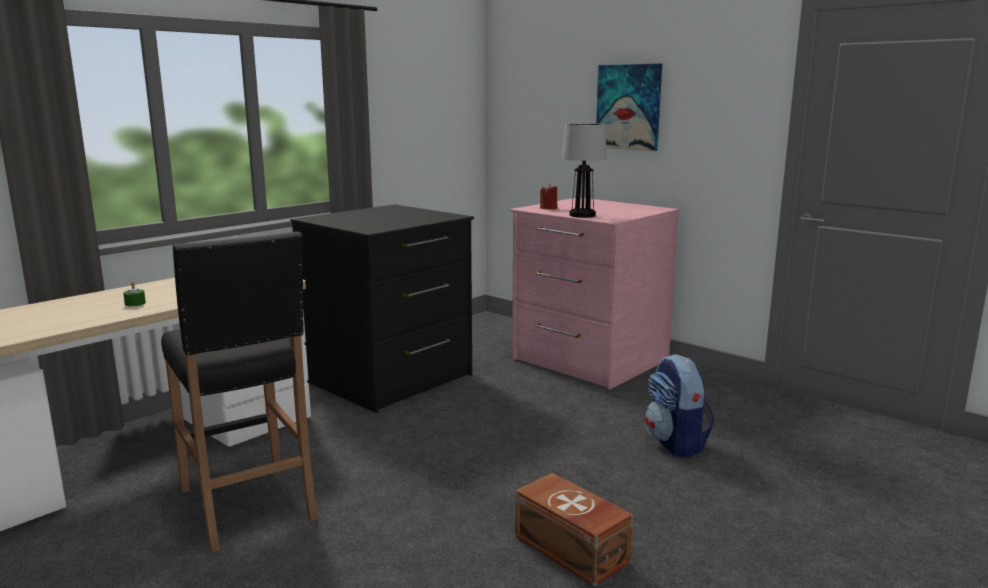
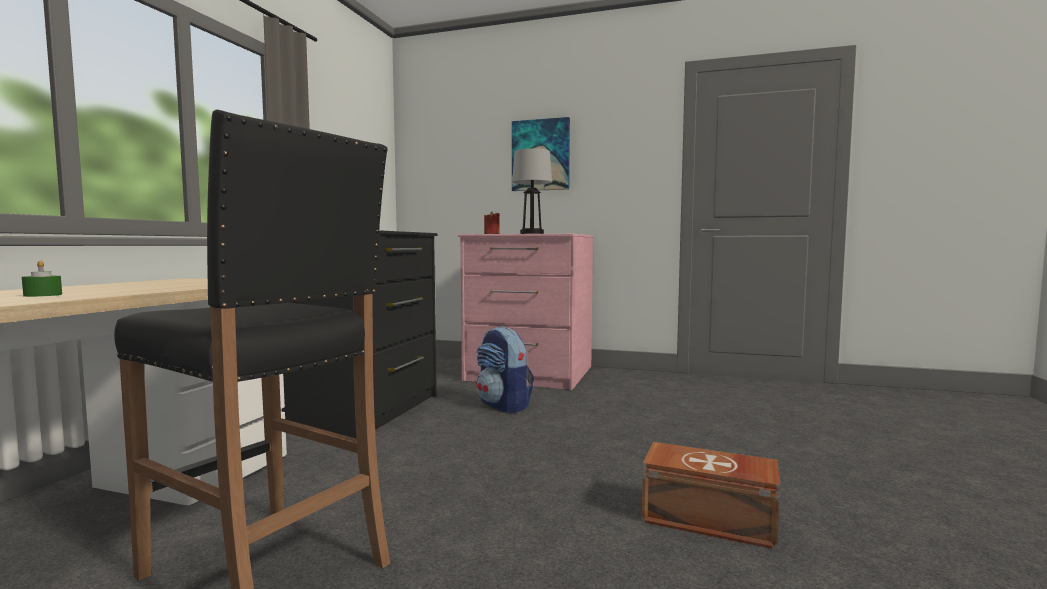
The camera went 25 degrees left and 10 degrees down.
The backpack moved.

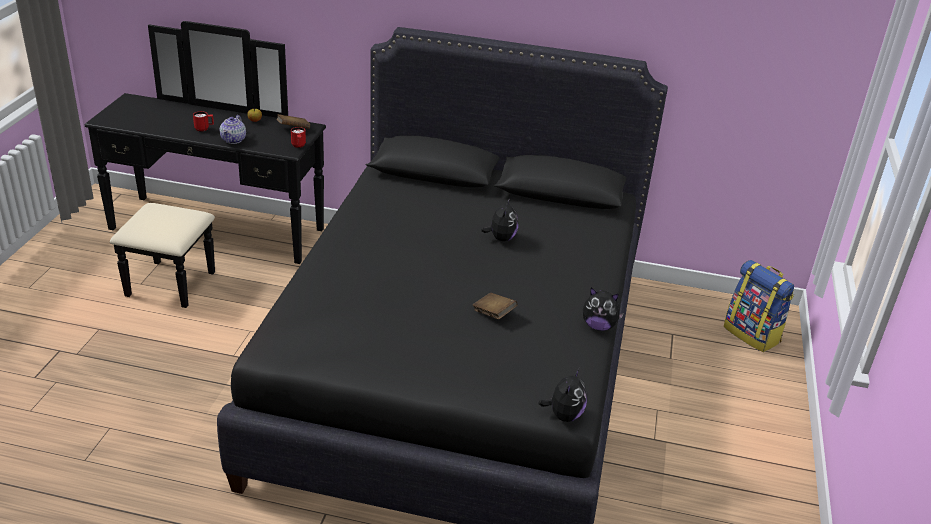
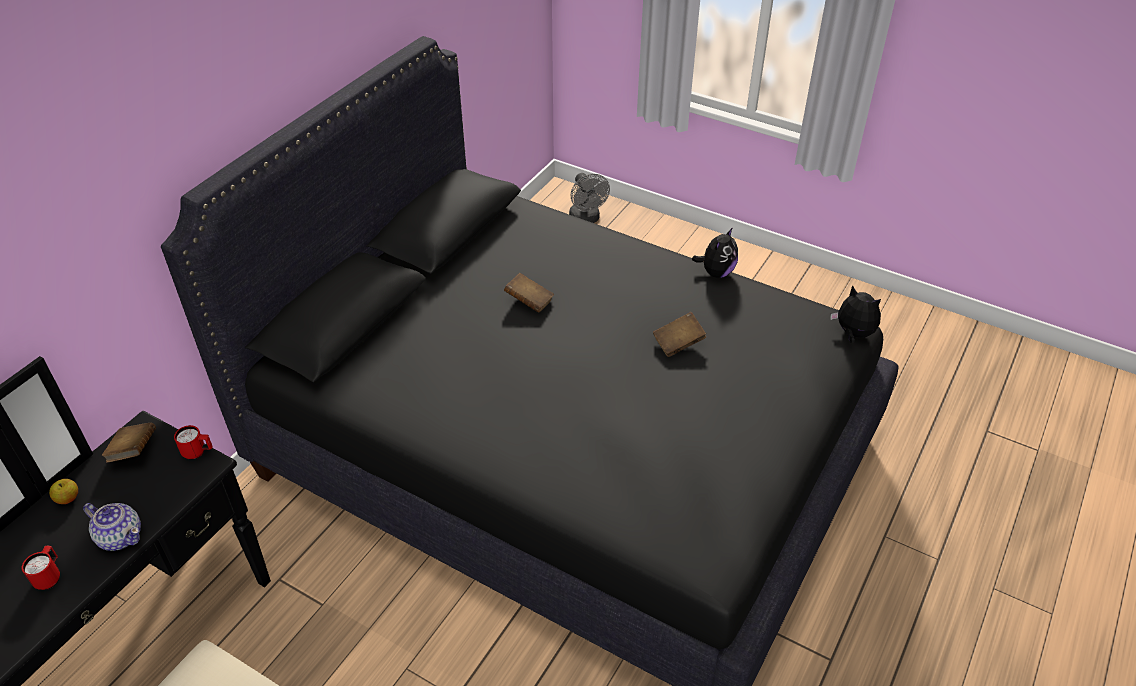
The camera went 70 degrees left and 10 degrees up.
The soft toy (1st from left) was replaced by the bound book (brownish) (2nd from left).
The backpack was replaced by the fan (greyish).

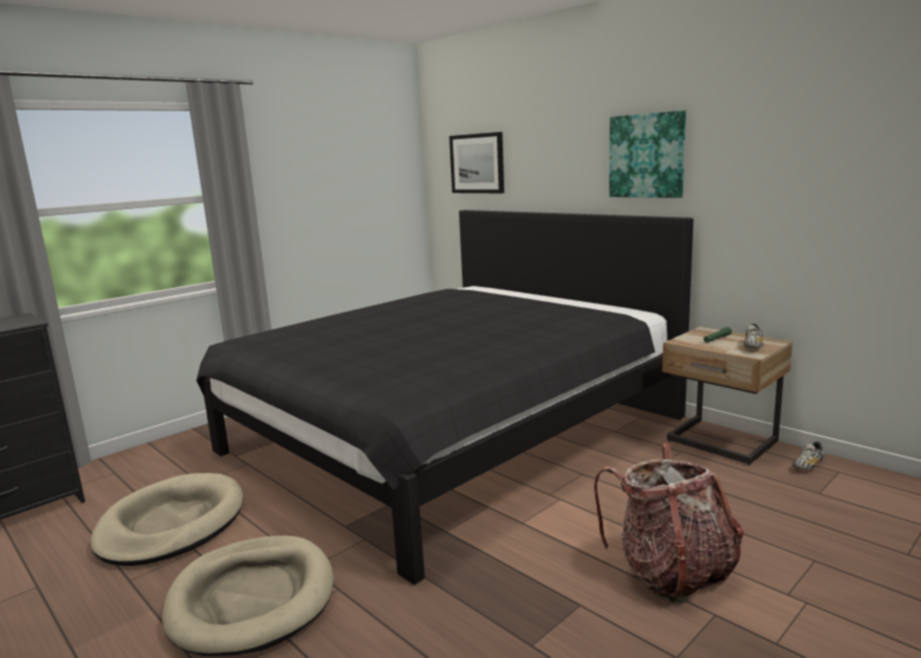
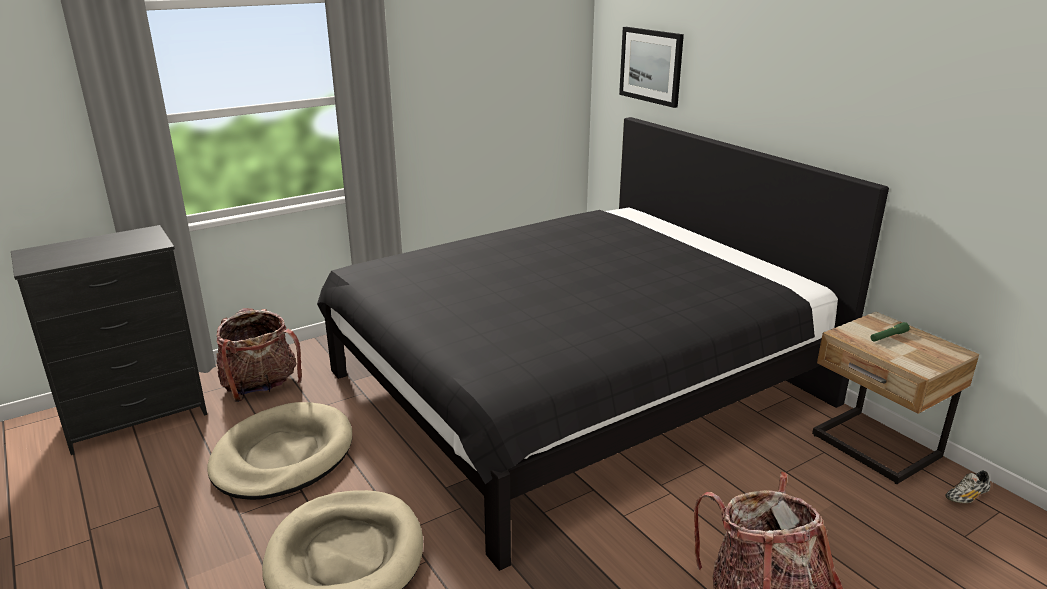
The camera went 10 degrees right and 10 degrees up.
The picture (2nd from left) disappeared.
The item of footwear (1st from left) disappeared.
The backpack (1st from left) appeared.

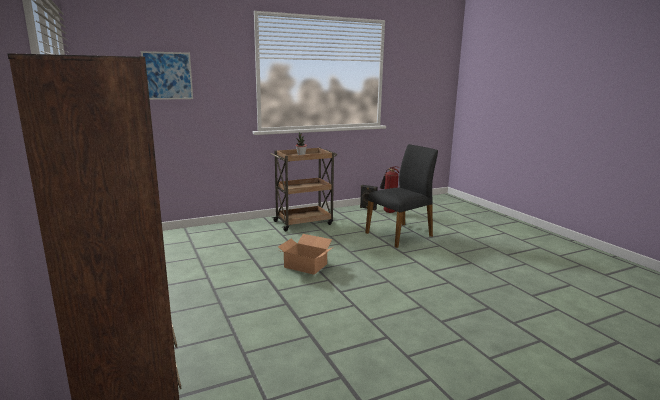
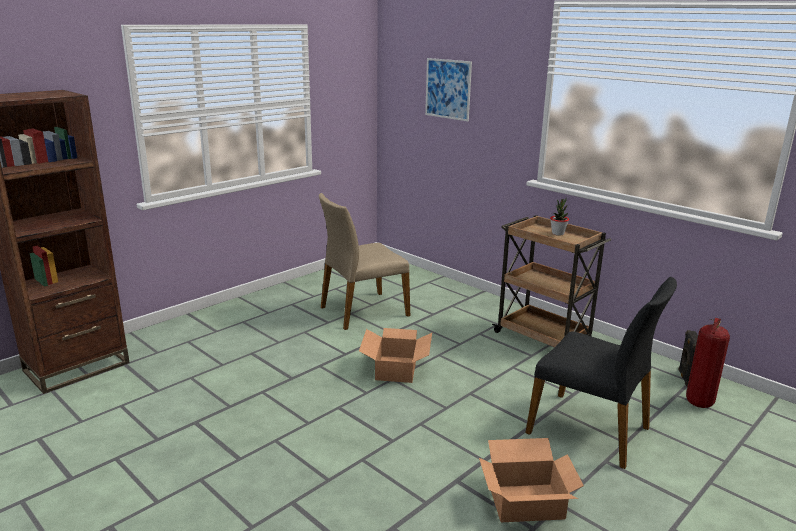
The camera went 70 degrees right and 5 degrees up.
The plain chair (sand-coloured) appeared.
The carton (2nd from left) appeared.

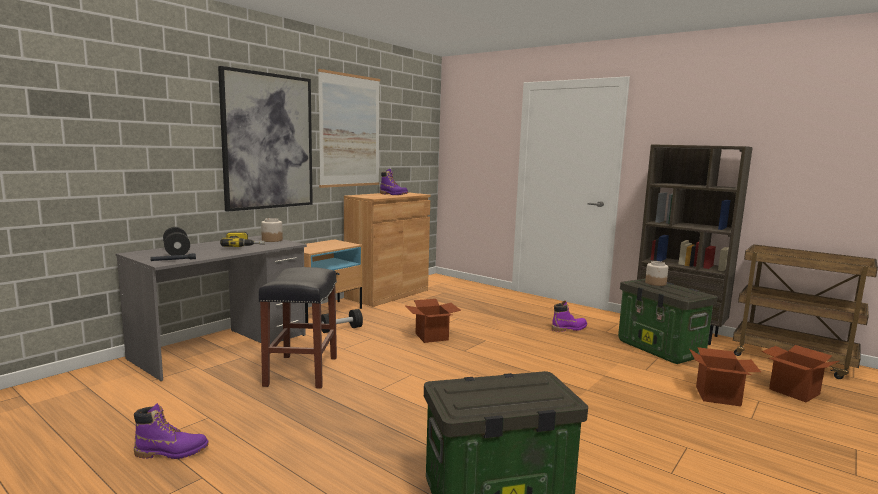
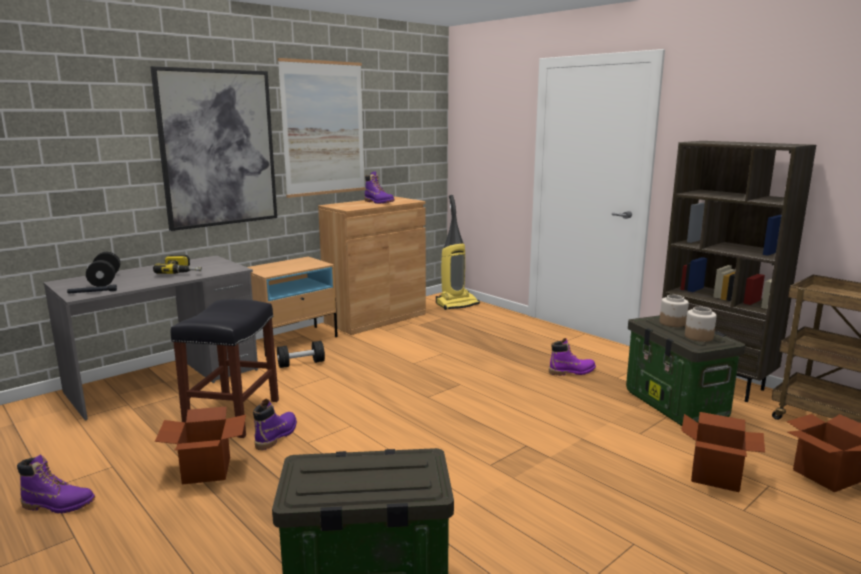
The camera went 10 degrees right and 5 degrees up.
The preserve jar (1st from left in the first image) moved.
The carton (1st from left) moved.
The vacuum cleaner appeared.
The boot (purple) (2nd from left) appeared.

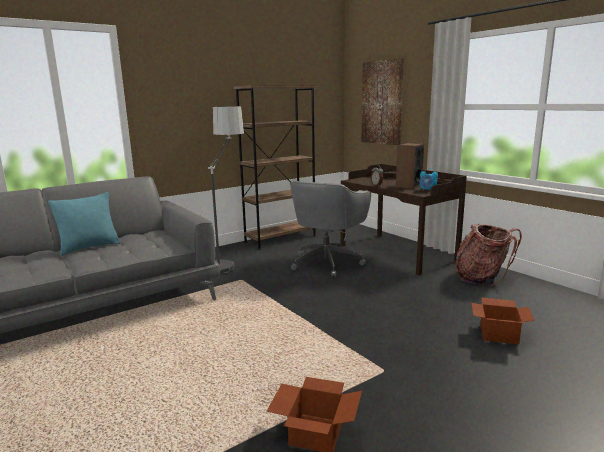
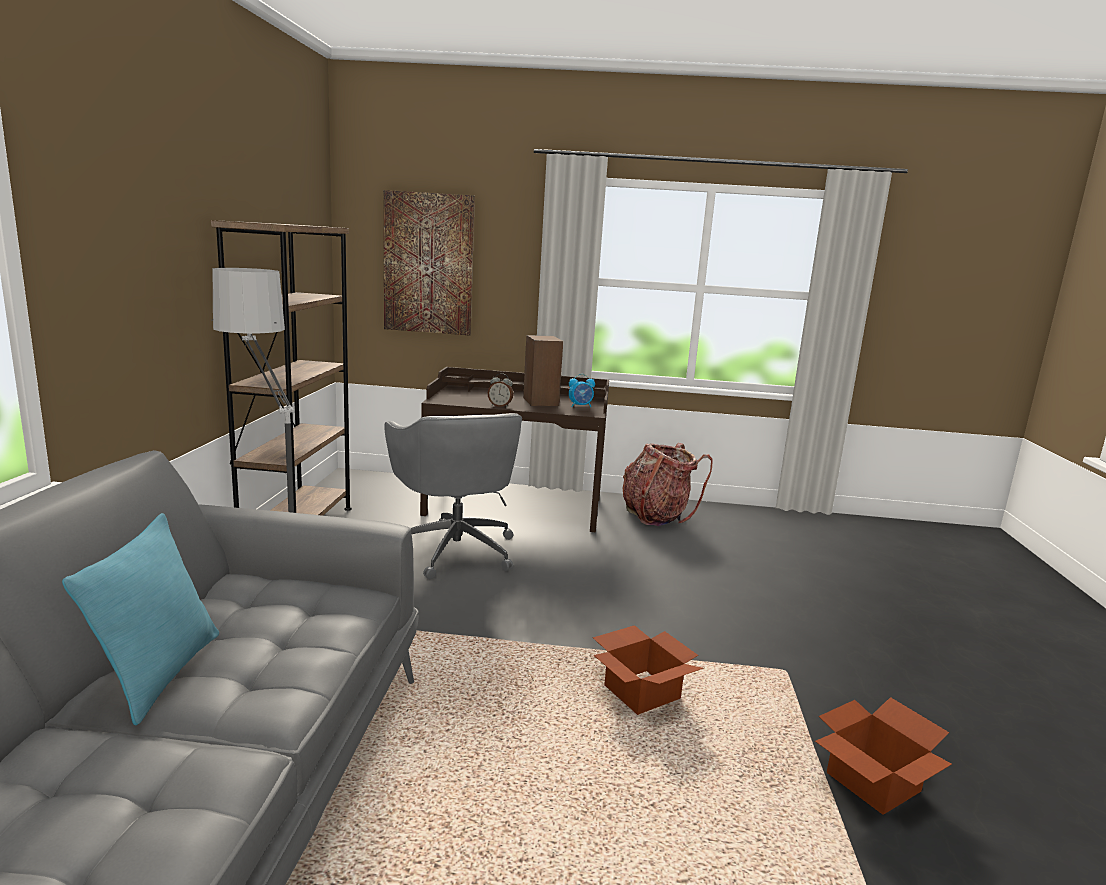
The camera went 50 degrees left and 0 degrees up.
The carton (2nd from left in the first image) moved.

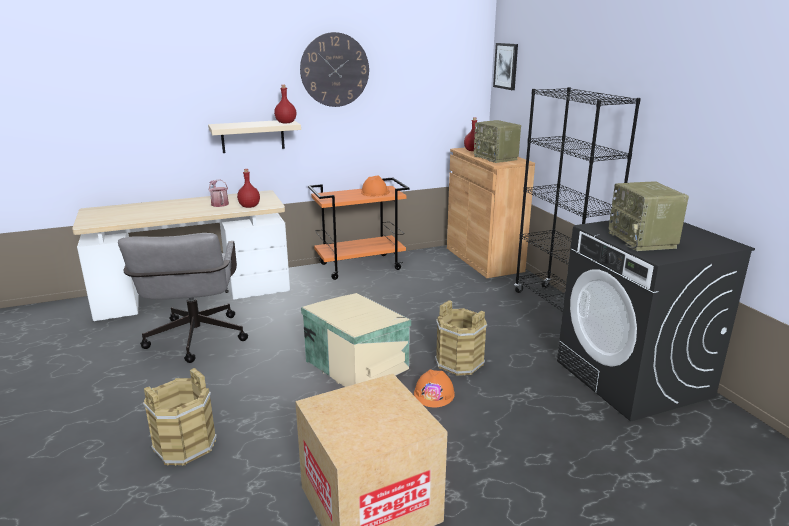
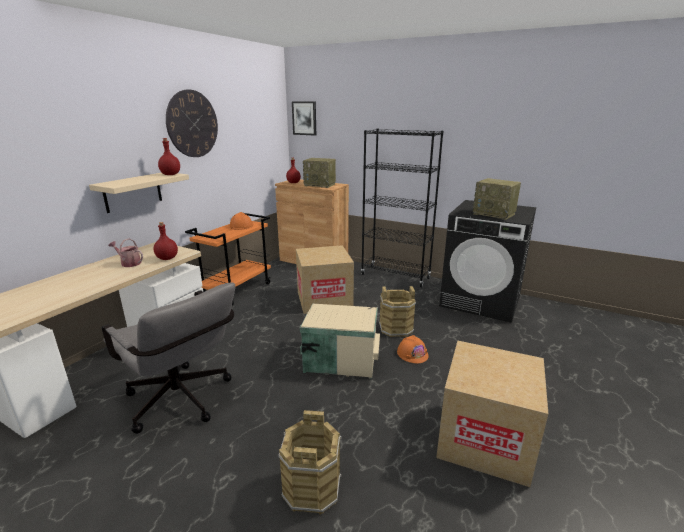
The camera went 40 degrees left and 0 degrees up.
The carton (1st from left) appeared.

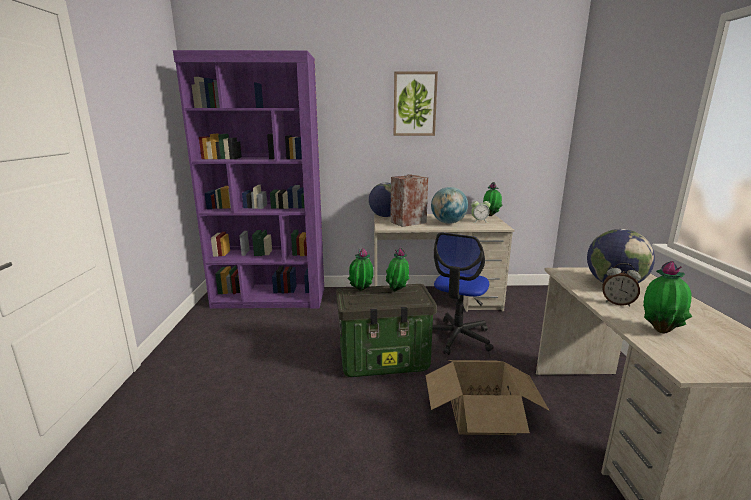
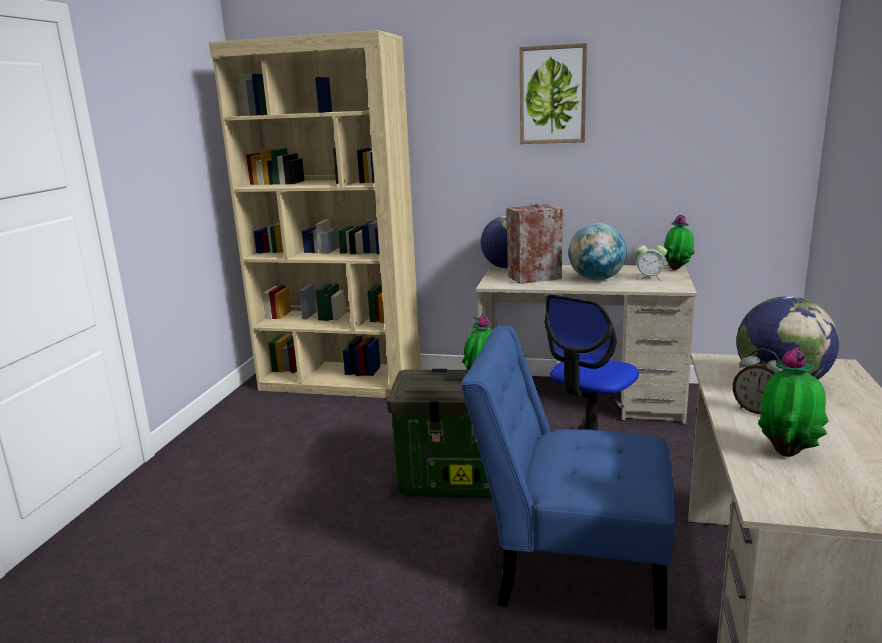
The camera went 15 degrees right and 0 degrees up.
The bookshelf (purple) became the bookshelf (sand-coloured).
The plant in a pot (1st from left) disappeared.
The carton was replaced by the plain chair (blue-coloured).

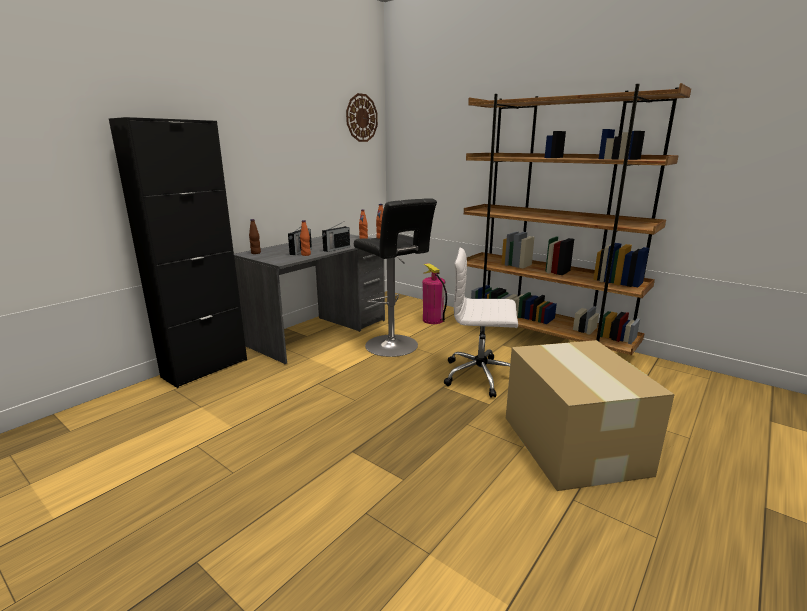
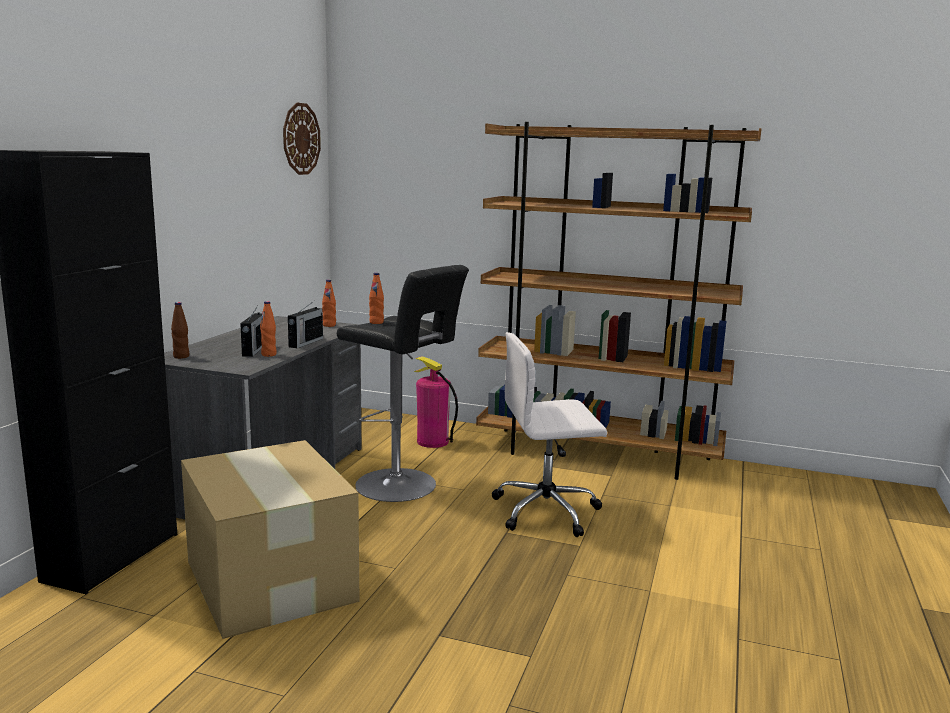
The camera went 20 degrees left and 5 degrees down.
The carton moved.

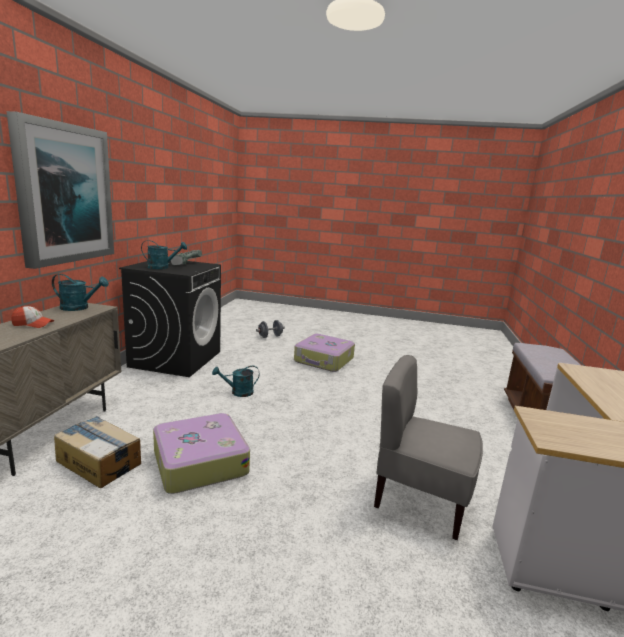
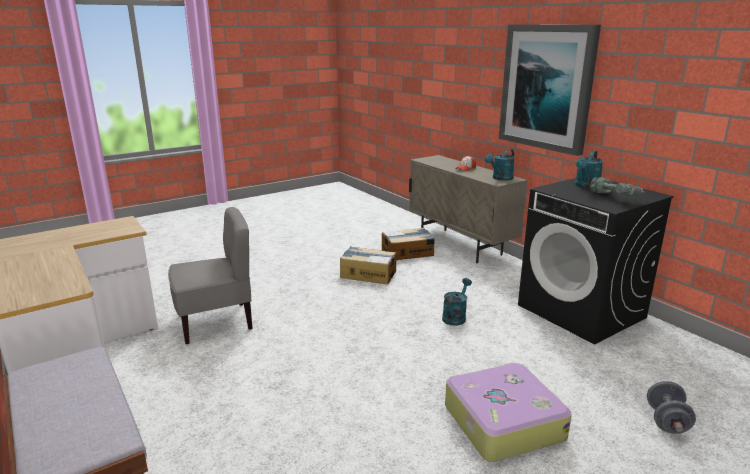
The camera went 135 degrees right and 5 degrees up.
The travel case (1st from left) was replaced by the carton (1st from left).

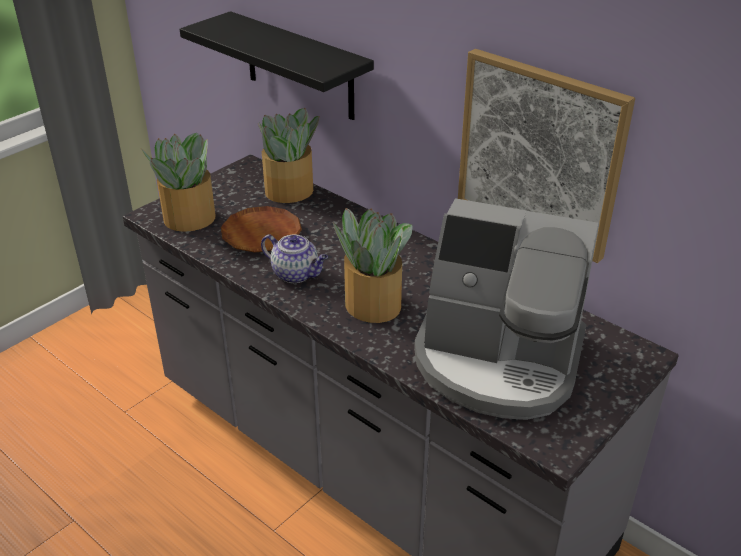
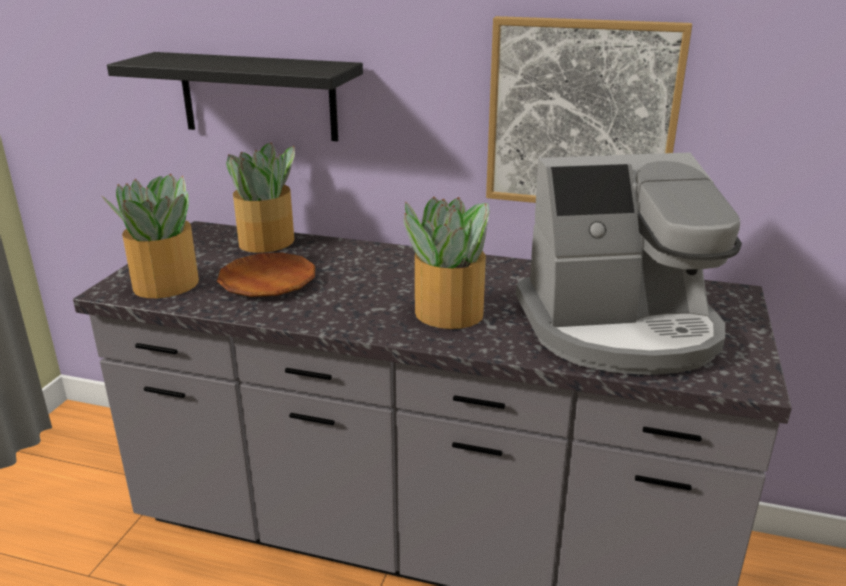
The camera went 25 degrees left and 10 degrees down.
The pot for tea disappeared.

